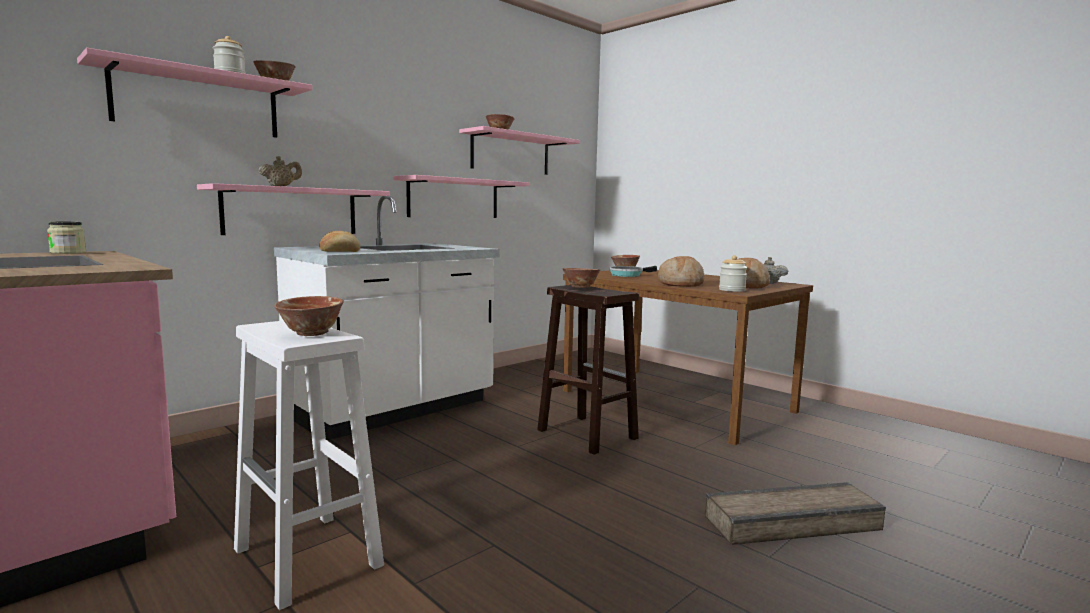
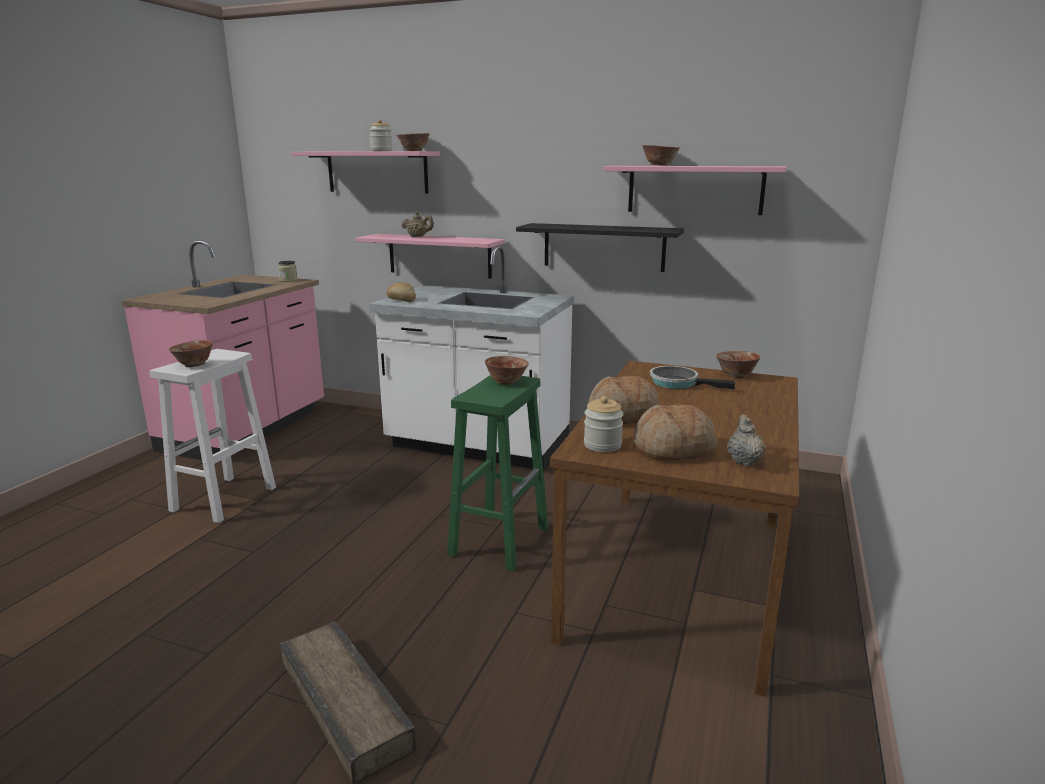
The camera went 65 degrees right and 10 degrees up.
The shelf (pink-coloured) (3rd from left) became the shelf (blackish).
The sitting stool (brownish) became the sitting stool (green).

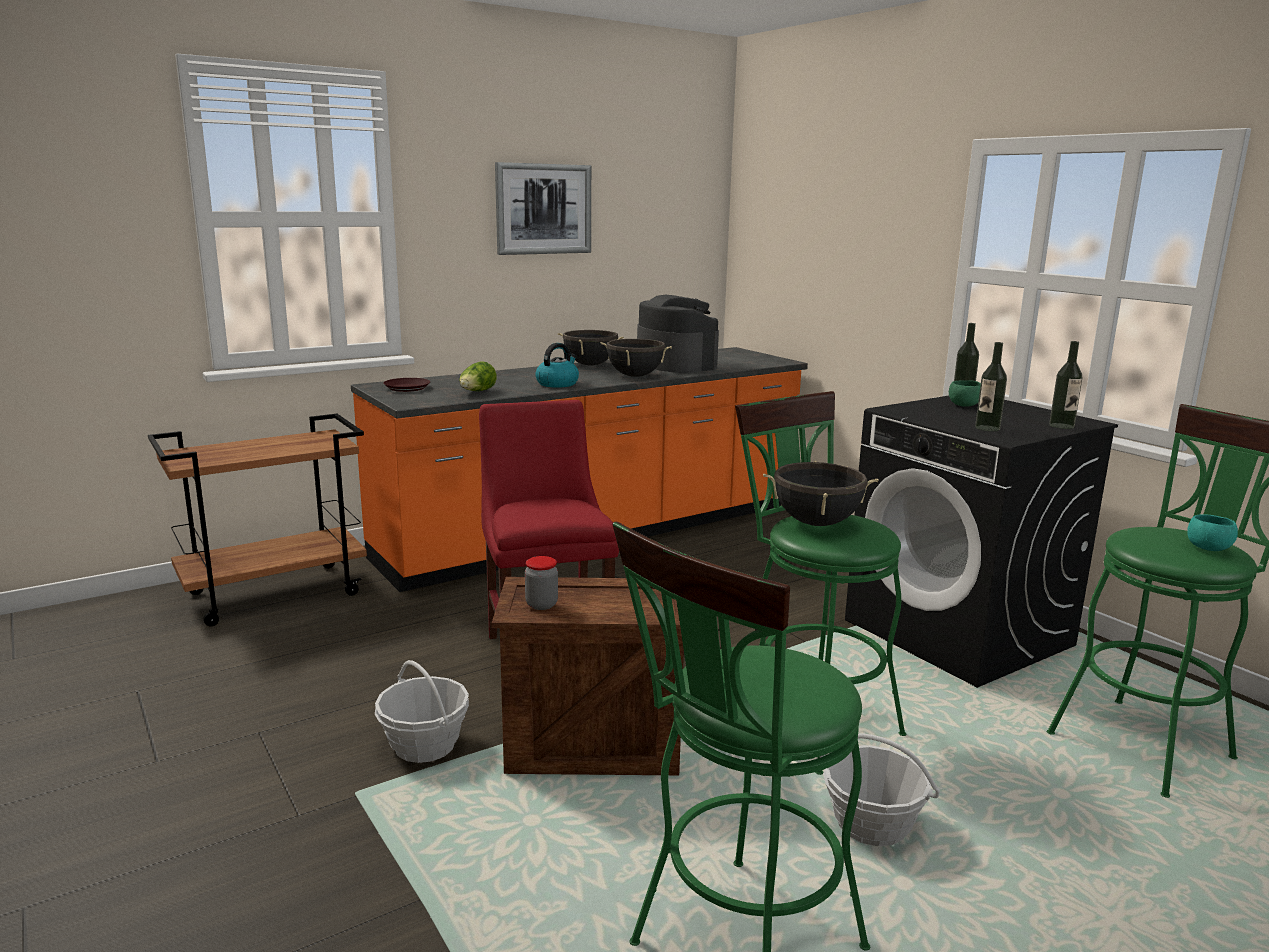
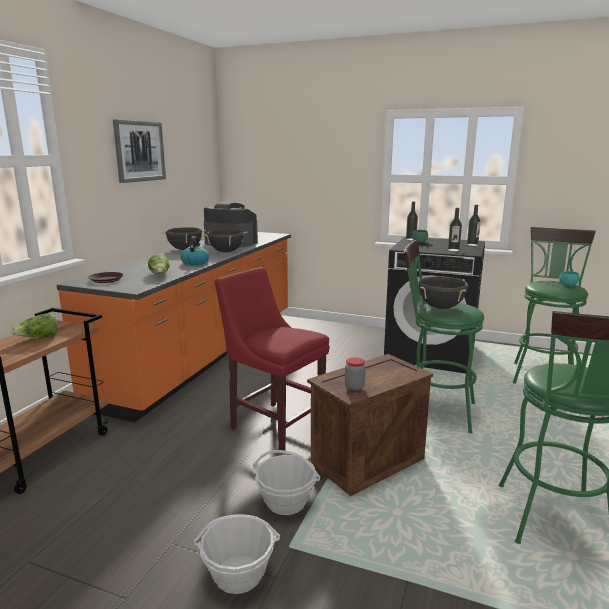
The camera went 35 degrees left and 0 degrees up.
The household basket (2nd from left in the first image) moved.
The lettuce head (1st from left) appeared.

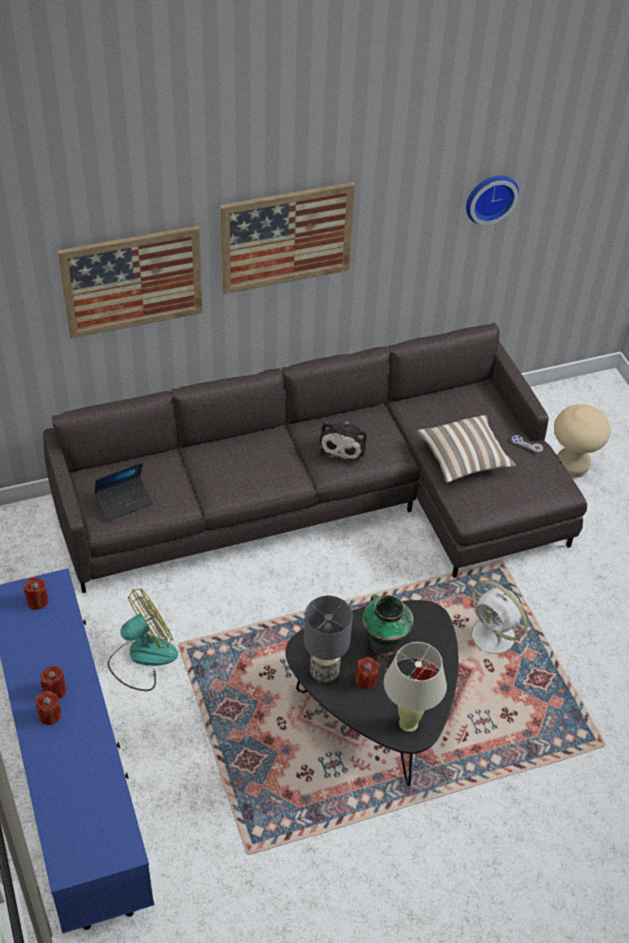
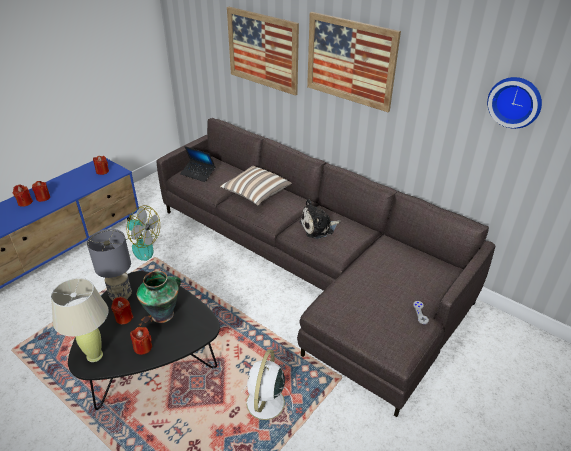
The camera went 60 degrees right and 10 degrees down.
The sitting stool (sand-coloured) disappeared.
The cushion moved.

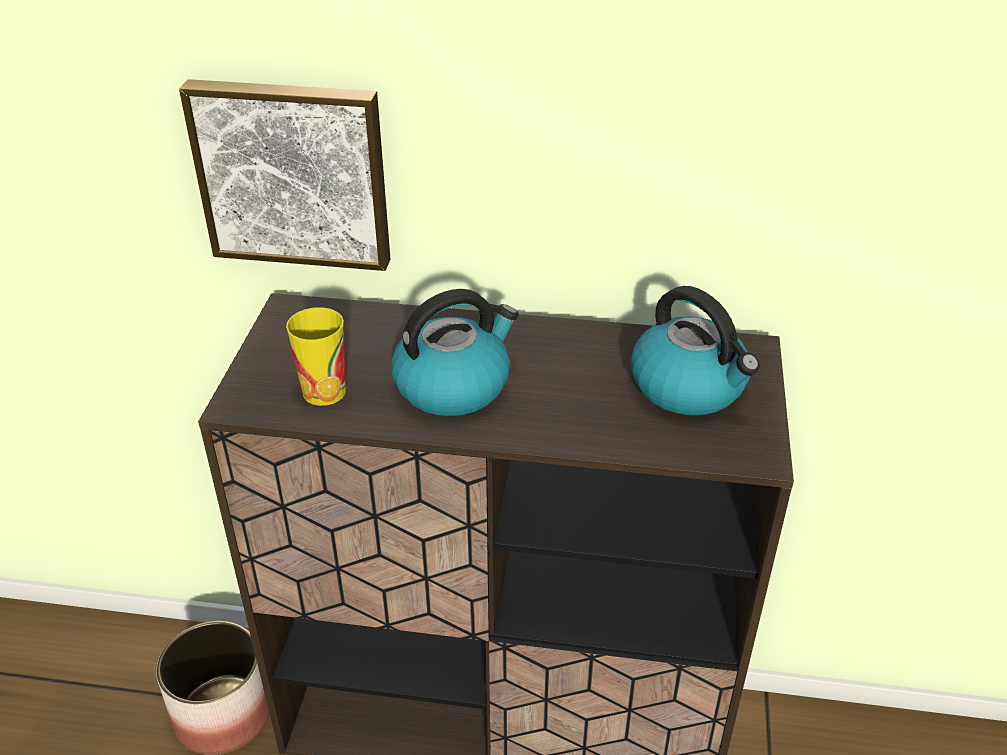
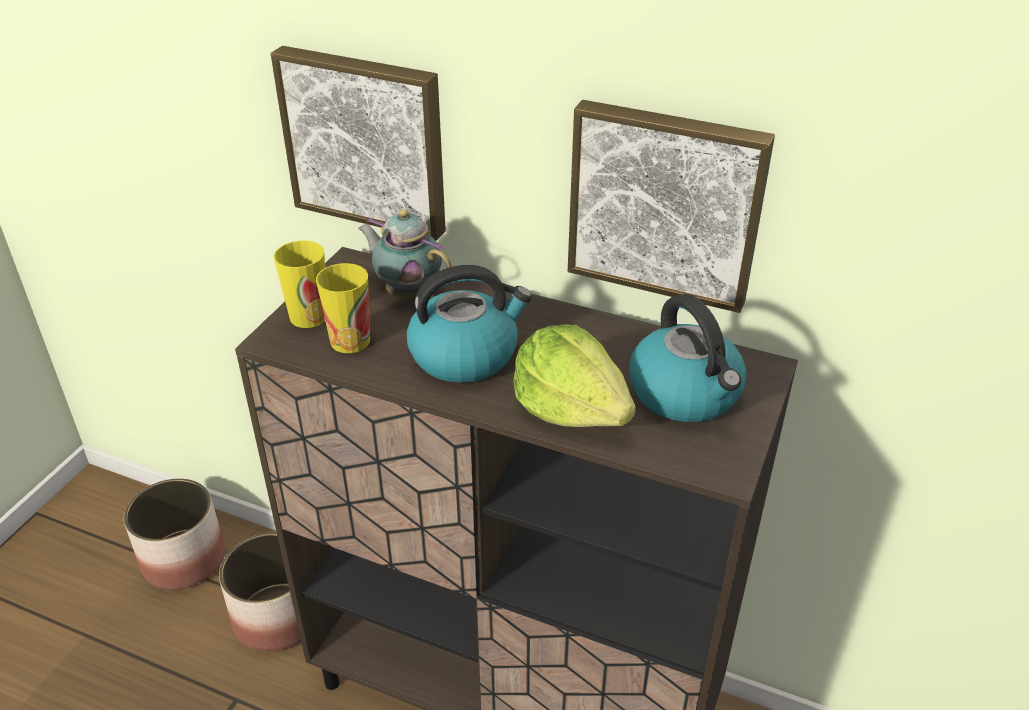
The camera went 15 degrees right and 0 degrees up.
The picture (2nd from left) appeared.
The pot for tea appeared.
The small cup (1st from left) appeared.
The lettuce head appeared.
The planter (1st from left) appeared.

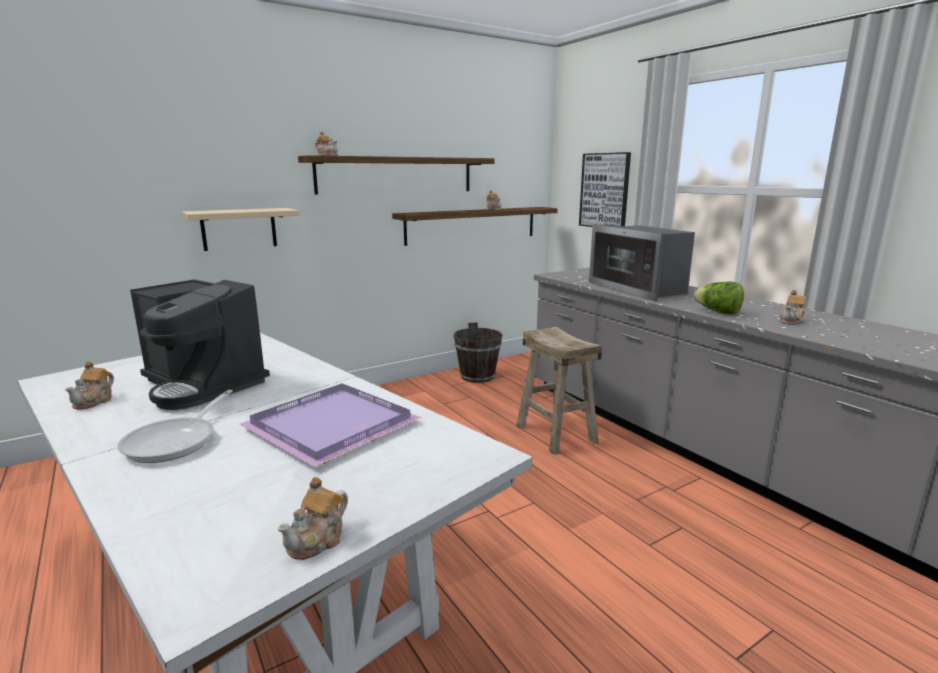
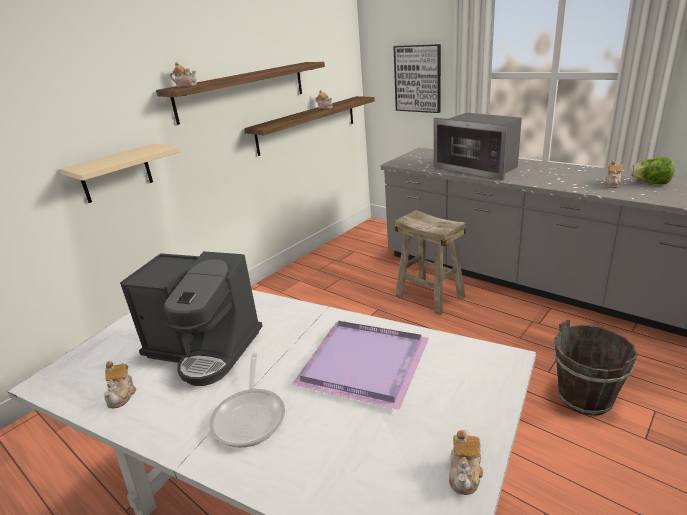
The camera went 15 degrees left and 10 degrees up.
The lettuce head moved.
The pail (brownish) moved.

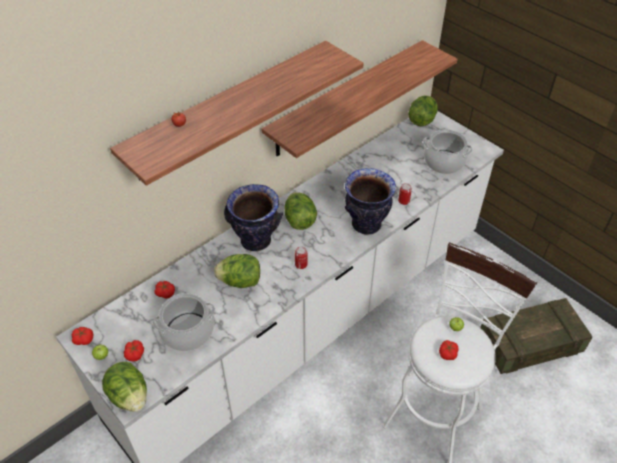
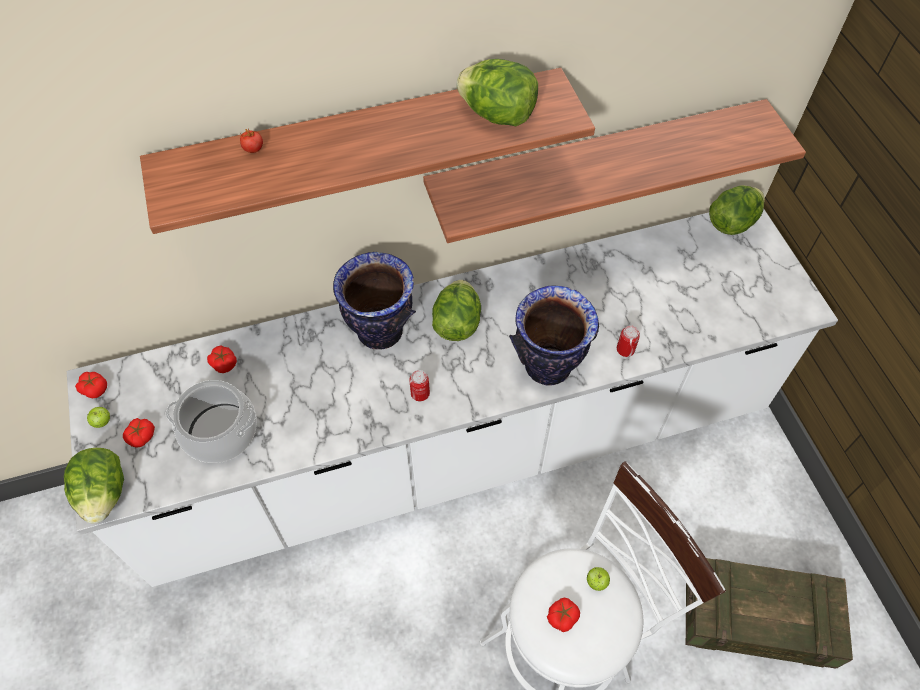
The camera went 25 degrees right and 10 degrees up.
The cooking pot (2nd from left) disappeared.
The lettuce head (2nd from left in the first image) moved.

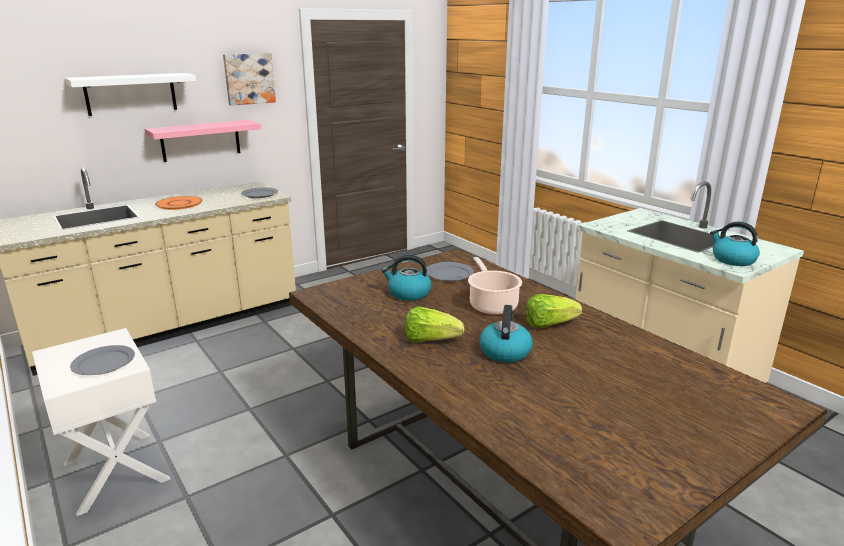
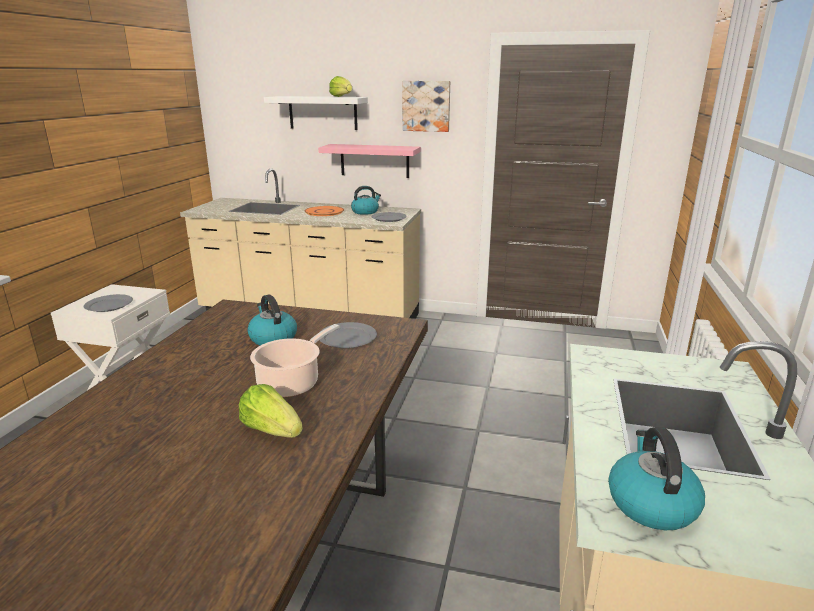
The camera went 50 degrees right and 0 degrees up.
The water kettle (2nd from left) moved.
The lettuce head (1st from left in the first image) moved.

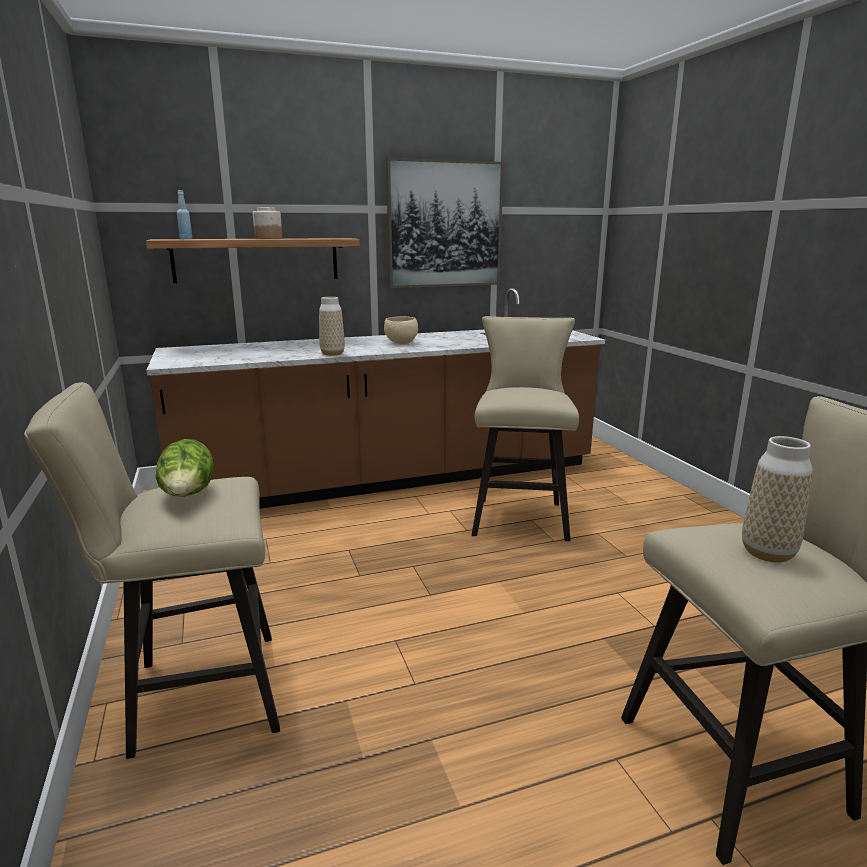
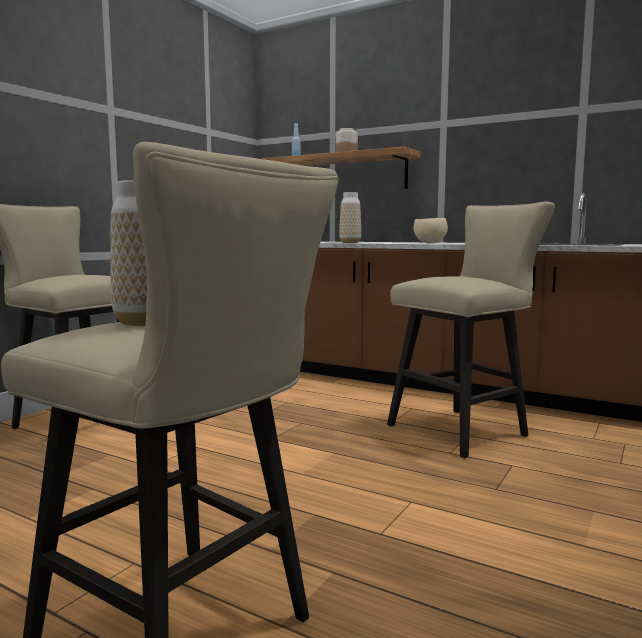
The camera went 50 degrees right and 10 degrees down.
The picture disappeared.
The lettuce head disappeared.

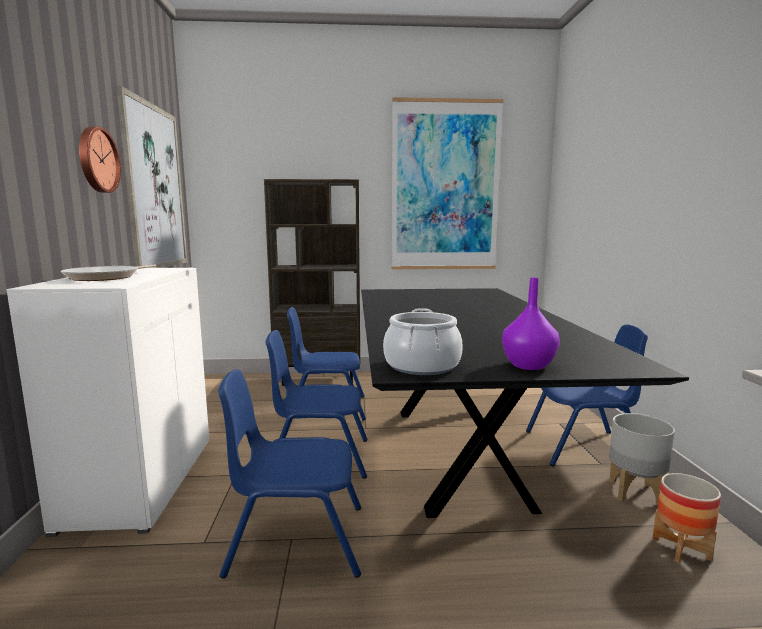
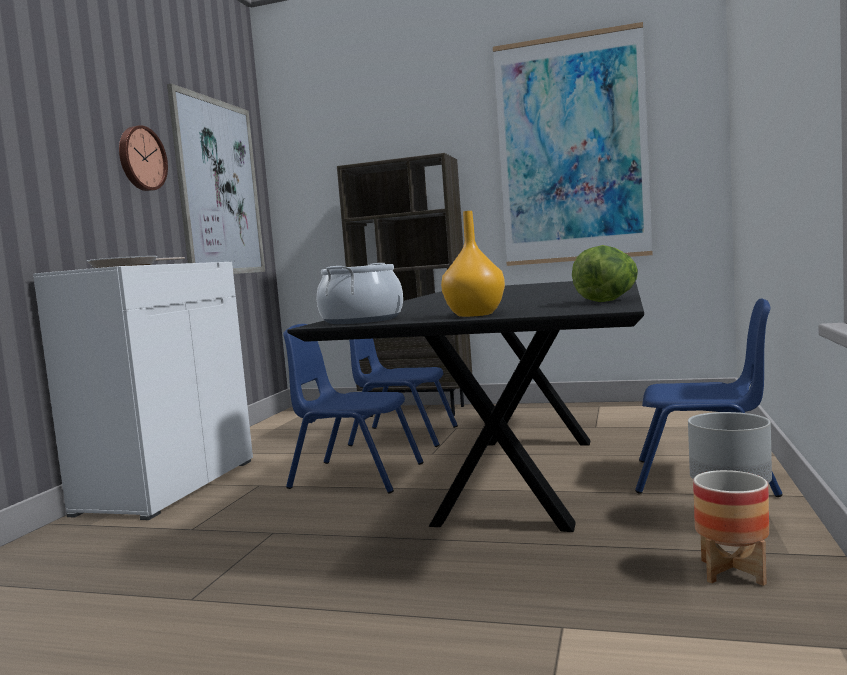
The camera went 20 degrees right and 5 degrees down.
The vase (purple) became the vase (orangey).
The plain chair (blue-coloured) (1st from left) disappeared.
The lettuce head appeared.

